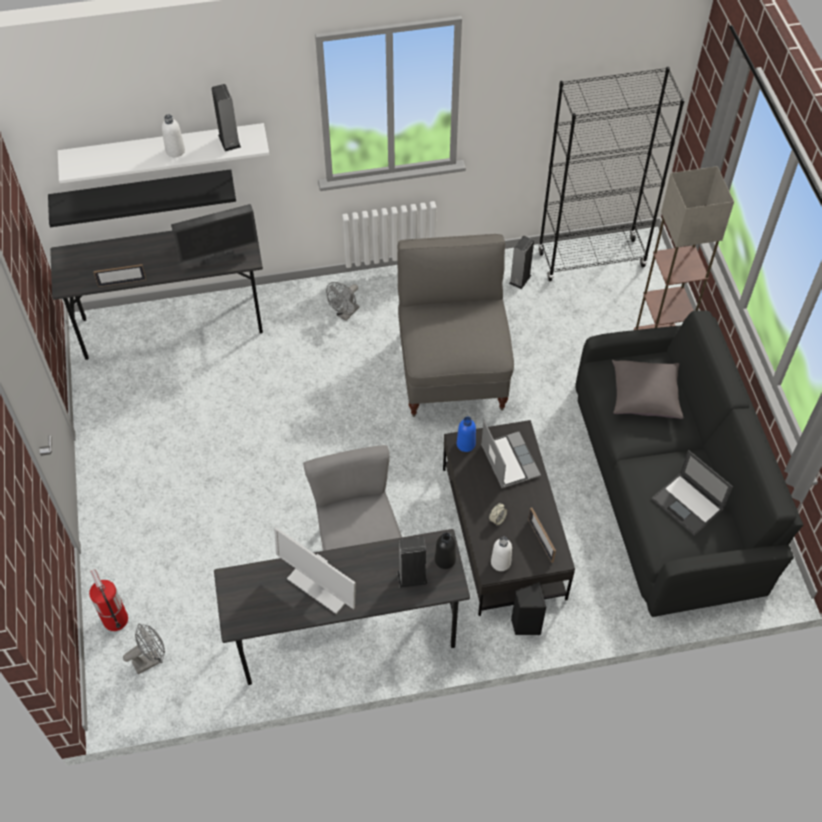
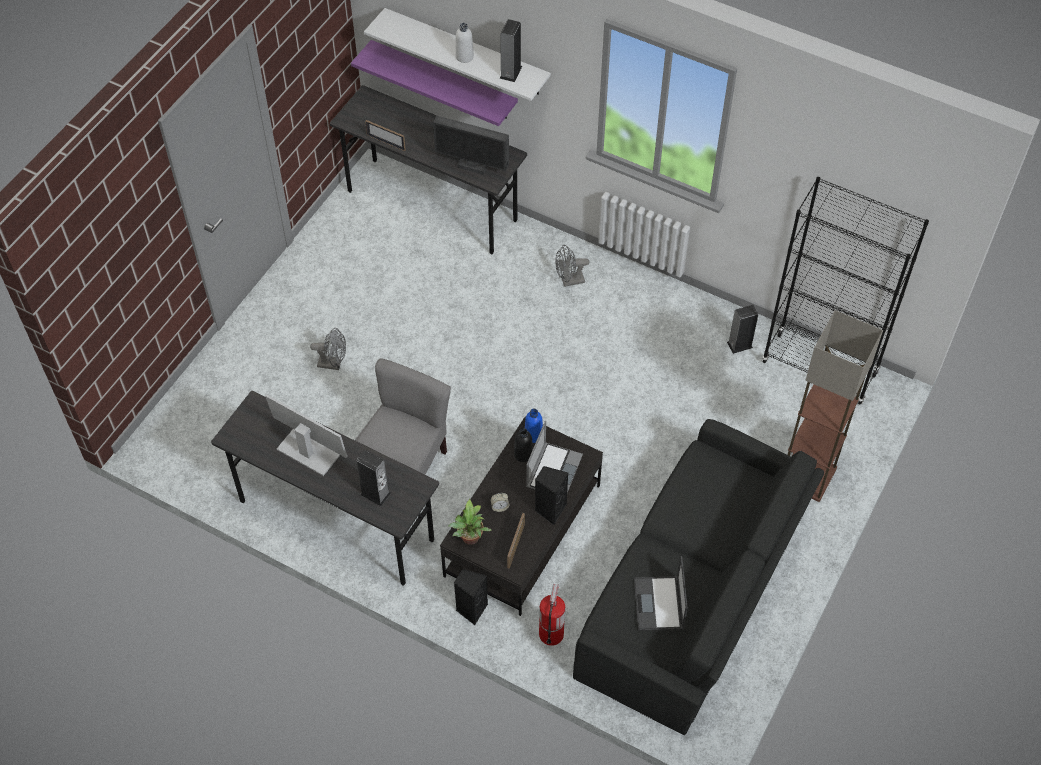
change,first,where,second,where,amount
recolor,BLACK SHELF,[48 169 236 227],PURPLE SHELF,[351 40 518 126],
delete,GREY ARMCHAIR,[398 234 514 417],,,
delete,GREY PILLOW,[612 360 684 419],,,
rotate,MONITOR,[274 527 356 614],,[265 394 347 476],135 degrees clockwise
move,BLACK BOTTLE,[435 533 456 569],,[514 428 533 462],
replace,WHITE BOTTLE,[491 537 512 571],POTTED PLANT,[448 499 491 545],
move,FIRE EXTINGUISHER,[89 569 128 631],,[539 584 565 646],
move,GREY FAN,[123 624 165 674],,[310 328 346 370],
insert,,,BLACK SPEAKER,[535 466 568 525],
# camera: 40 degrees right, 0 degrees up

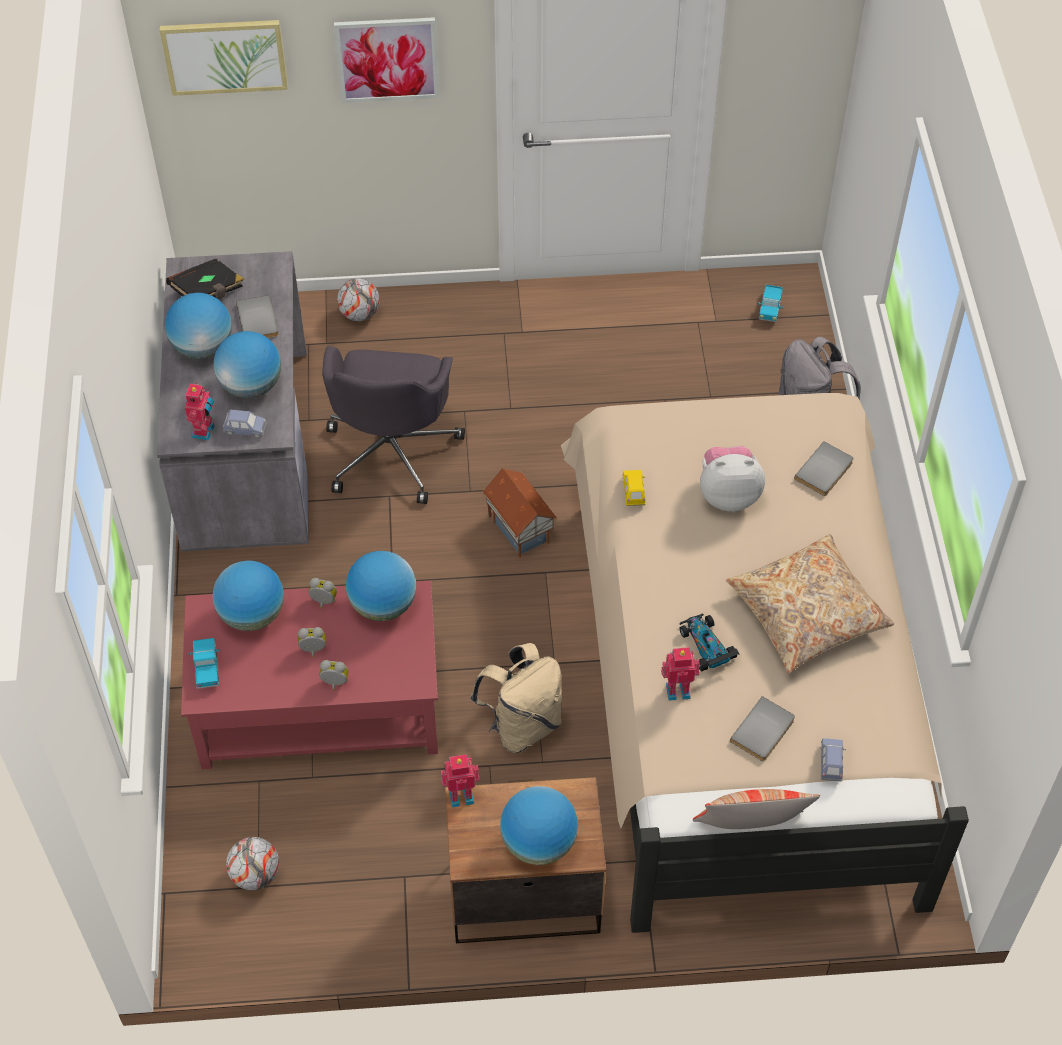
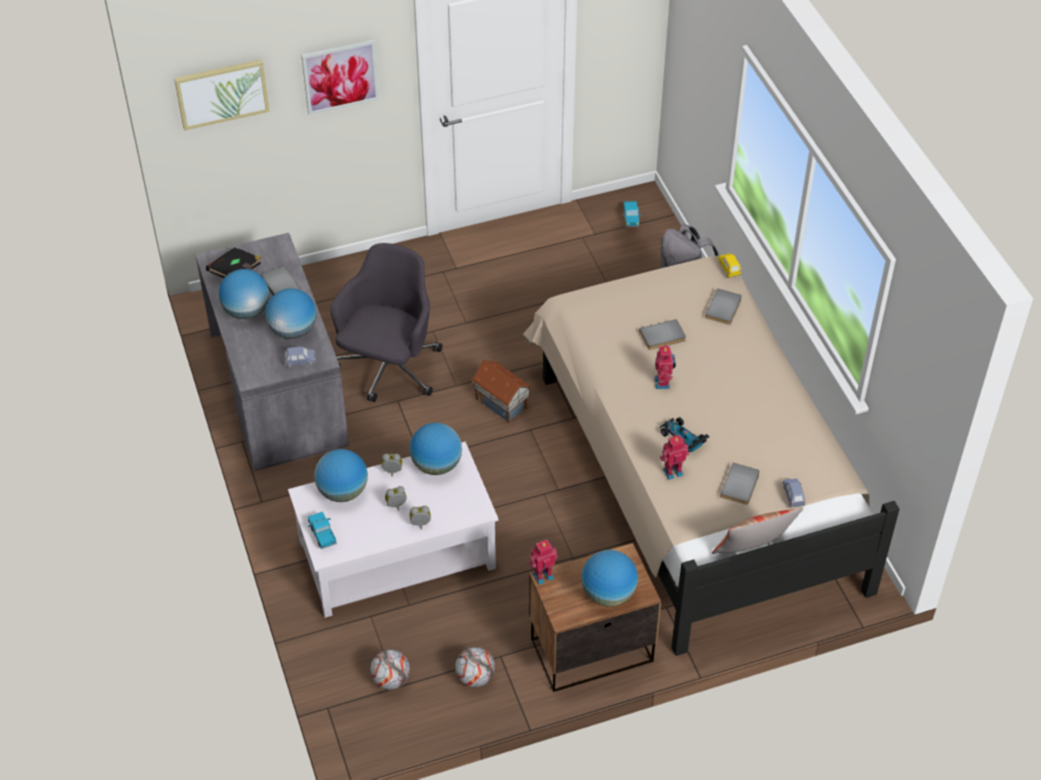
change,first,where,second,where,amount
move,FOOTBALL,[337 278 380 321],,[455 647 495 687],
rotate,GREY OFFICE CHAIR,[322 346 465 504],,[330 243 442 402],150 degrees counterclockwise
move,TOY ROBOT,[185 382 215 441],,[655 344 676 389],
replace,PLUSH TOY,[700 446 765 512],GREY BOOK,[639 319 686 350],
move,YELLOW TOY CAR,[622 470 645 506],,[718 253 741 278],
delete,BEIGE PILLOW,[726 534 894 674],,,
recolor,RED COFFEE TABLE,[181 580 438 769],WHITE COFFEE TABLE,[288 442 499 618],
delete,BEIGE BACKPACK,[470 643 562 753],,,
# camera: 15 degrees left, 5 degrees down

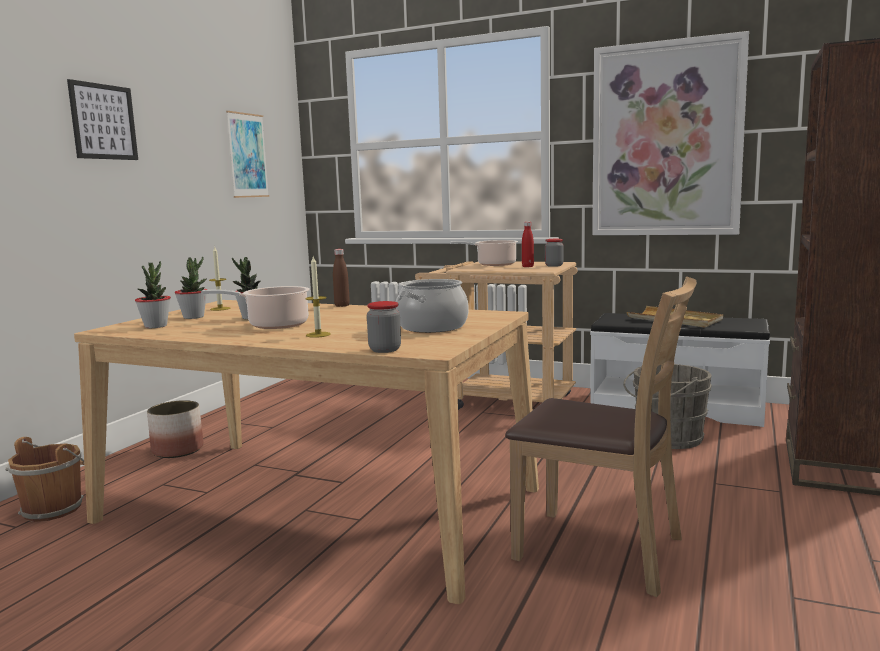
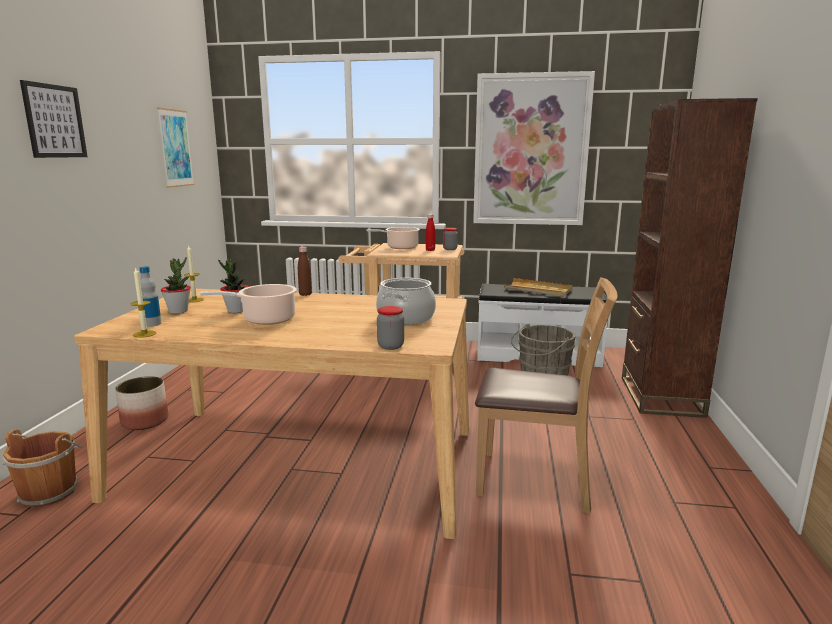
change,first,where,second,where,amount
move,CANDLE,[305 257 331 338],,[130 267 156 338],
replace,POTTED PLANT,[135 261 171 328],BOTTLE,[139 266 162 327],
# camera: 15 degrees left, 5 degrees up

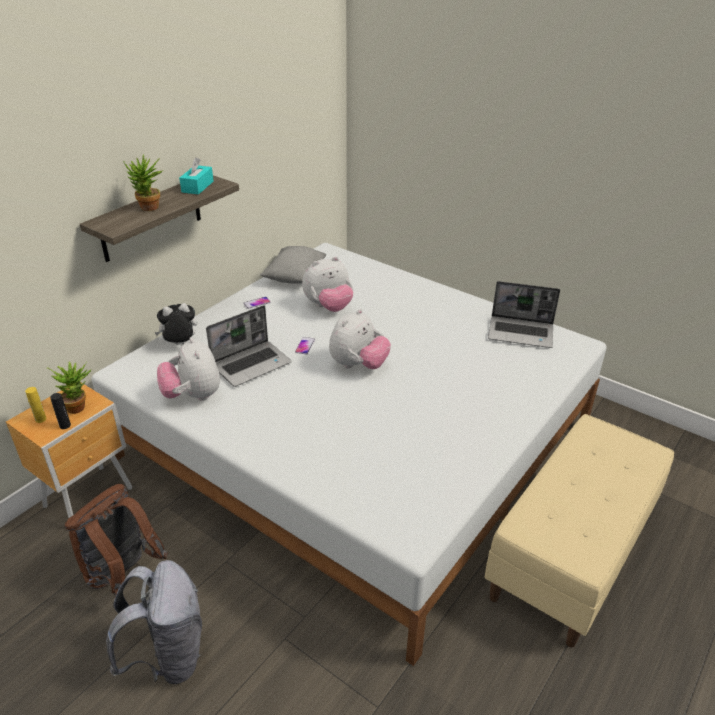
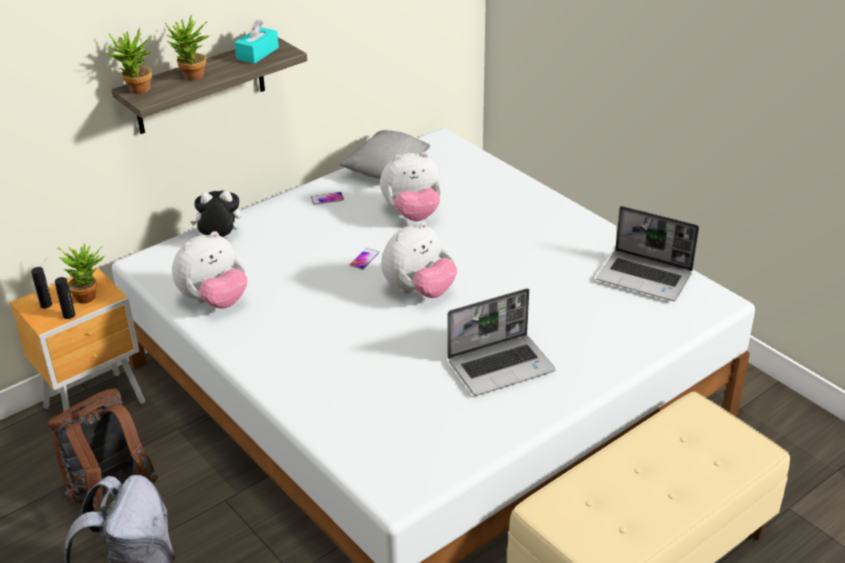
change,first,where,second,where,amount
move,LAPTOP,[206 305 292 387],,[448 288 556 396],
rotate,PLUSH TOY,[157 337 220 401],,[172 231 247 308],120 degrees counterclockwise
recolor,YELLOW BOTTLE,[25 387 47 423],BLACK BOTTLE,[31 267 52 308],
insert,,,POTTED PLANT,[106 28 152 94],
# camera: 15 degrees right, 0 degrees up

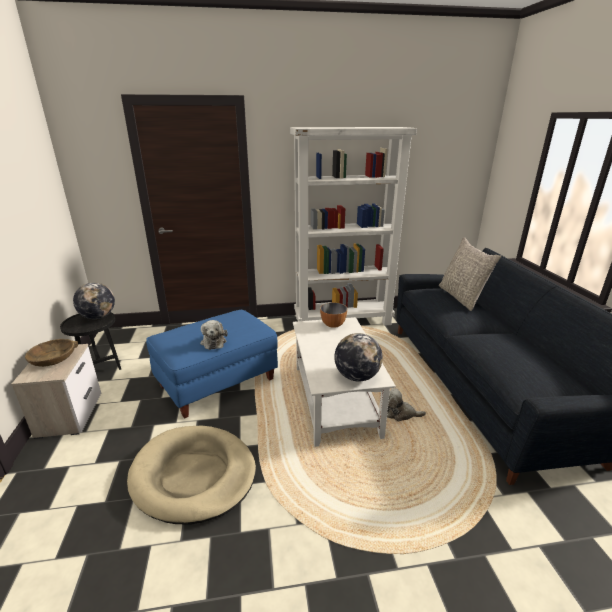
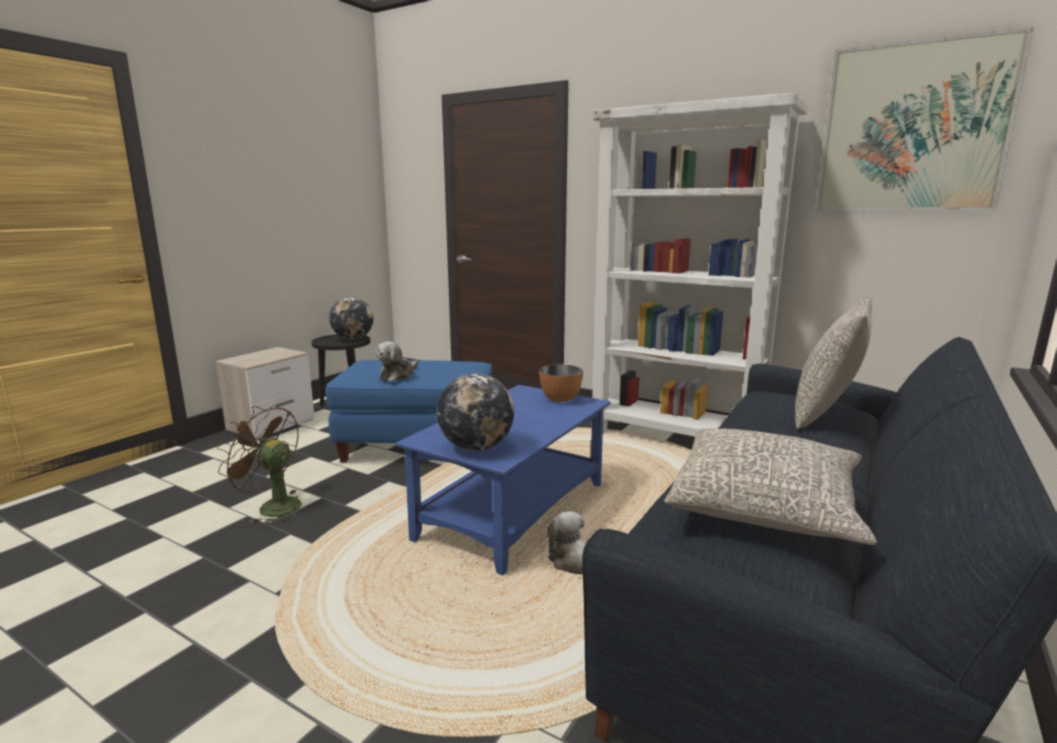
change,first,where,second,where,amount
recolor,WHITE COFFEE TABLE,[293 317 396 447],BLUE COFFEE TABLE,[395 385 610 575],
delete,BROWN BOWL,[25 339 78 367],,,
replace,BEIGE DOG BED,[127 426 256 524],BROWN FAN,[217 405 302 525],
insert,,,PICTURE,[815 27 1034 211],
insert,,,GREY PILLOW,[664 428 877 545],
# camera: 40 degrees right, 10 degrees down

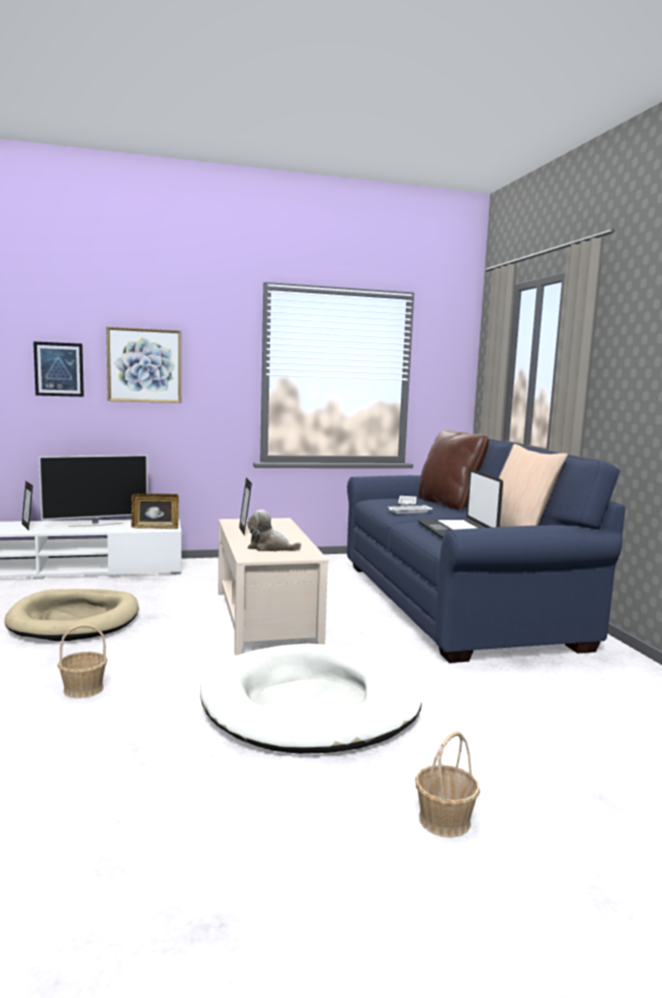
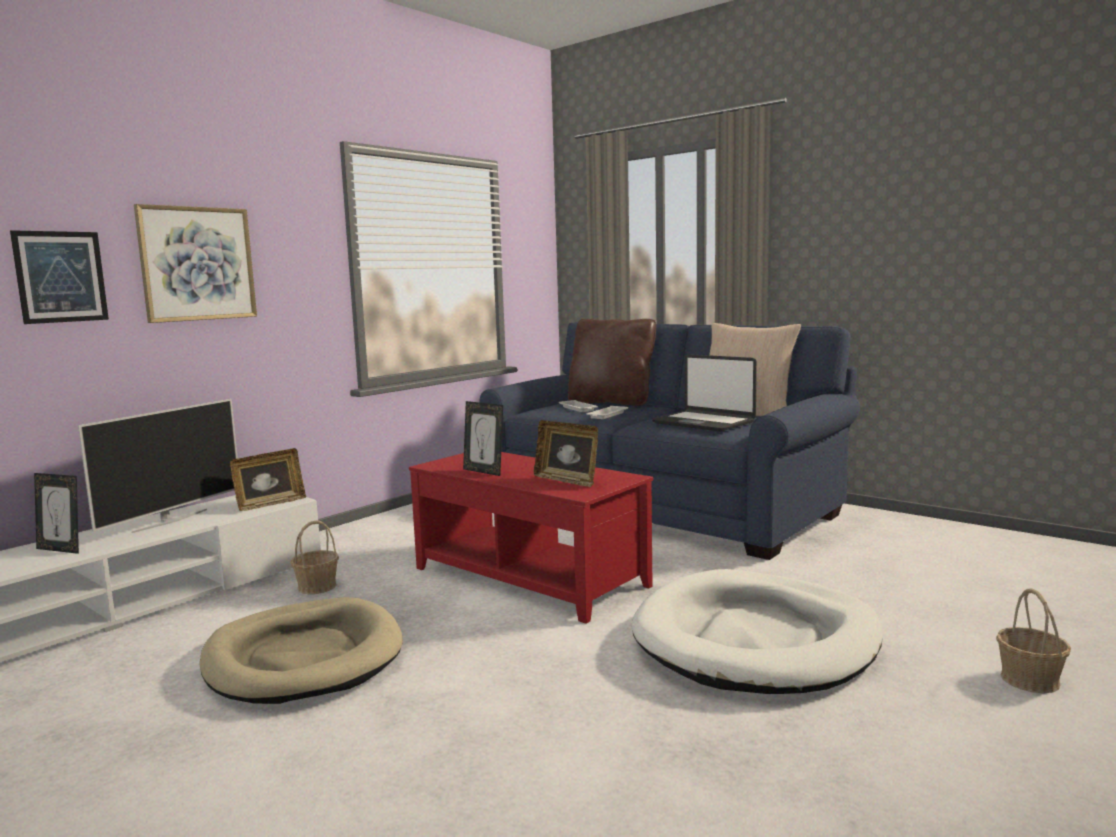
change,first,where,second,where,amount
replace,PLUSH TOY,[247 510 301 551],PICTURE FRAME,[534 420 598 487],
recolor,BEIGE COFFEE TABLE,[218 518 328 656],RED COFFEE TABLE,[409 452 653 624],
move,BASKET,[58 624 108 698],,[290 520 339 594],
# camera: 35 degrees left, 0 degrees up

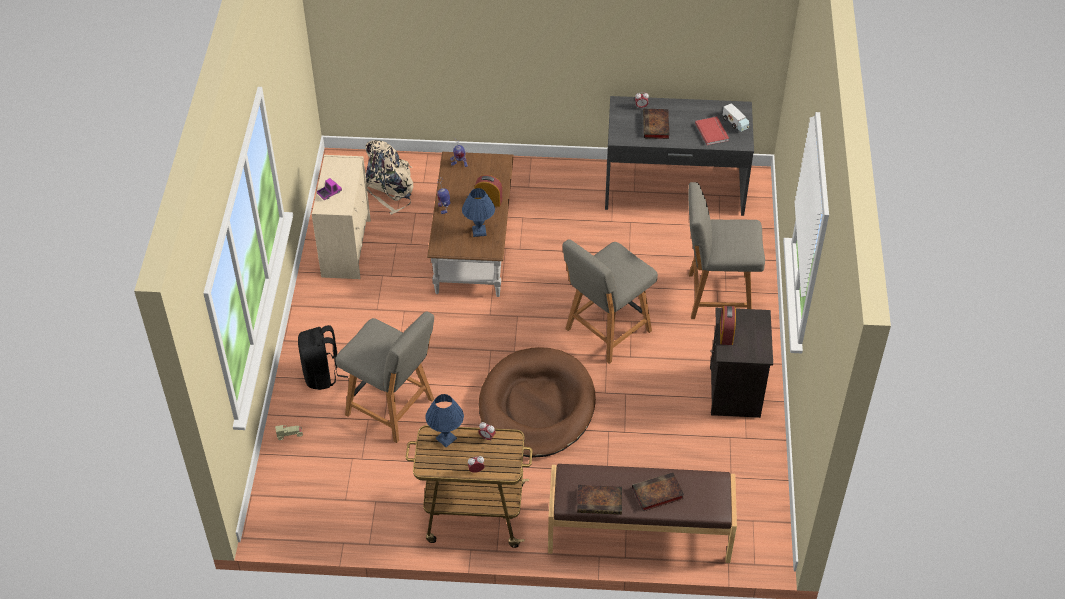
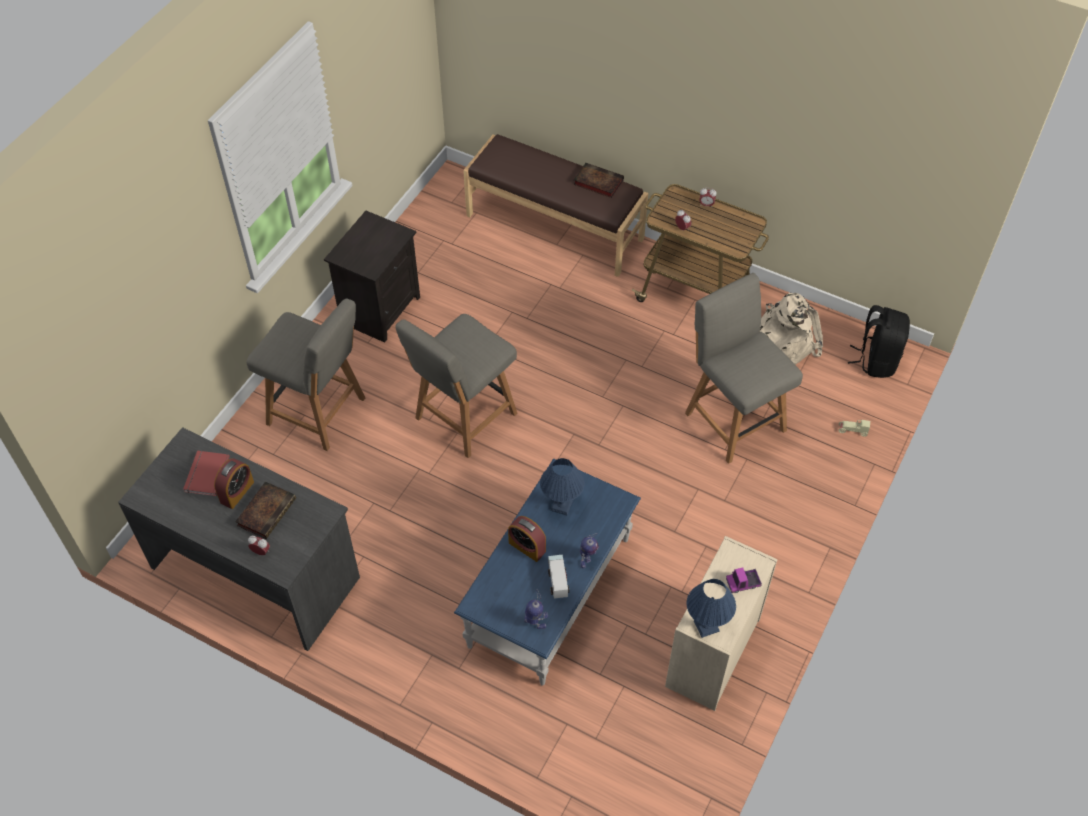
change,first,where,second,where,amount
move,TOY TRUCK,[723 103 749 132],,[548 555 569 599],
move,BEIGE BACKPACK,[365 140 413 215],,[760 292 823 365],
recolor,BROWN COFFEE TABLE,[427 152 514 297],BLUE COFFEE TABLE,[454 458 641 686],
rotate,GREY CHAIR,[562 239 658 364],,[395 314 517 458],150 degrees clockwise
move,ALARM CLOCK,[720 306 736 345],,[214 458 254 509],
move,BLACK BACKPACK,[298 325 348 390],,[848 305 910 378],
delete,BROWN DOG BED,[479 347 596 458],,,
move,BLUE TABLE LAMP,[426 394 464 447],,[687 579 736 638],
delete,BOOK,[632 472 684 511],,,
# camera: 155 degrees left, 5 degrees up

